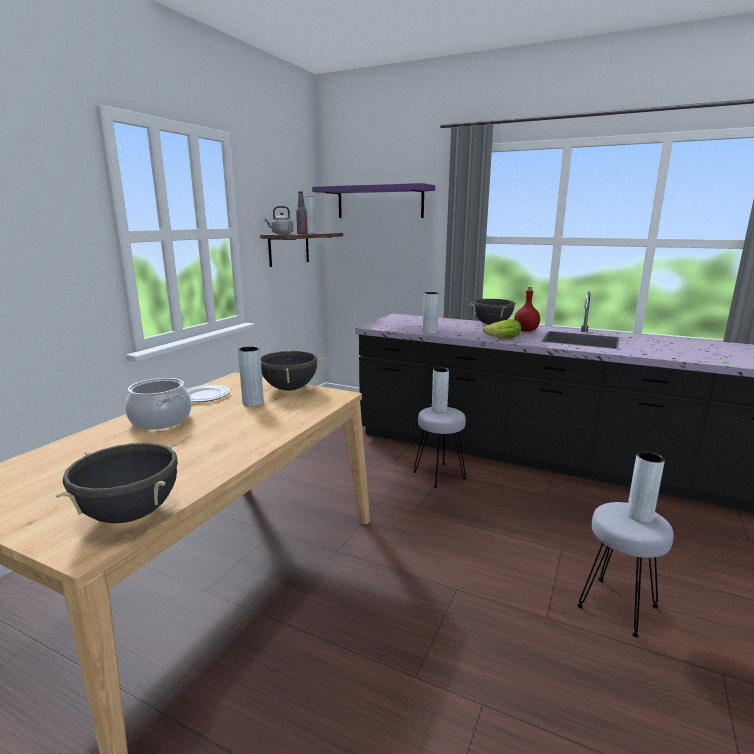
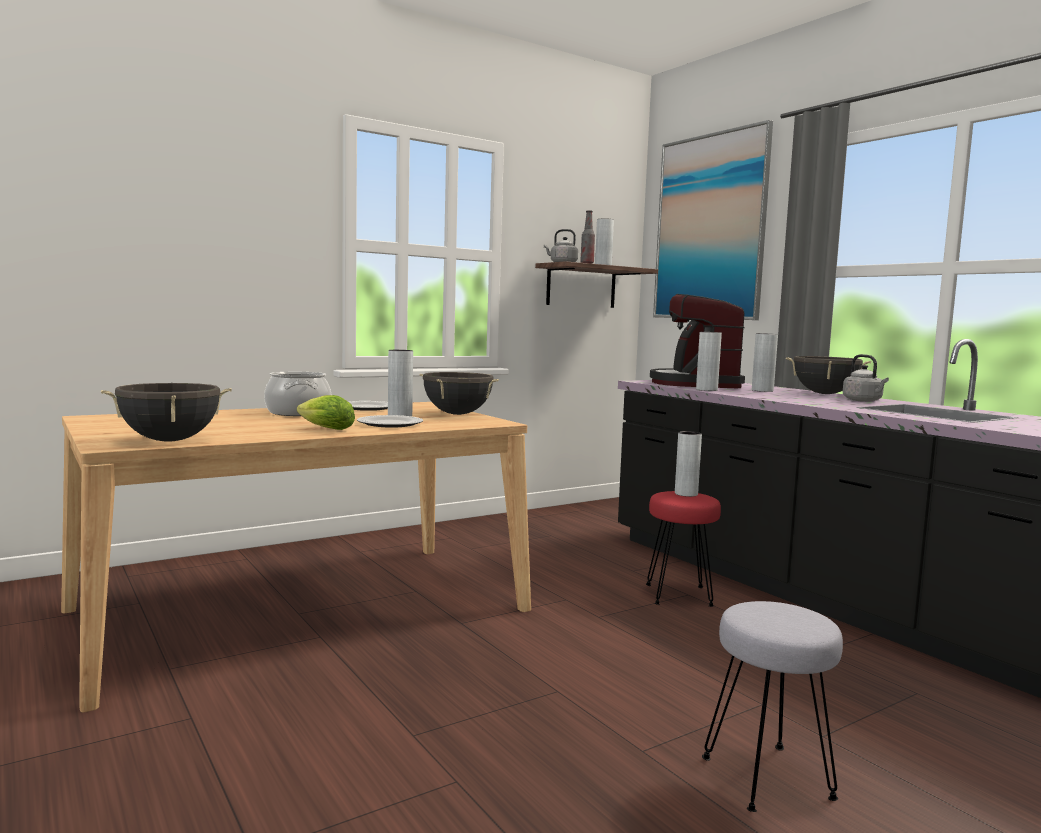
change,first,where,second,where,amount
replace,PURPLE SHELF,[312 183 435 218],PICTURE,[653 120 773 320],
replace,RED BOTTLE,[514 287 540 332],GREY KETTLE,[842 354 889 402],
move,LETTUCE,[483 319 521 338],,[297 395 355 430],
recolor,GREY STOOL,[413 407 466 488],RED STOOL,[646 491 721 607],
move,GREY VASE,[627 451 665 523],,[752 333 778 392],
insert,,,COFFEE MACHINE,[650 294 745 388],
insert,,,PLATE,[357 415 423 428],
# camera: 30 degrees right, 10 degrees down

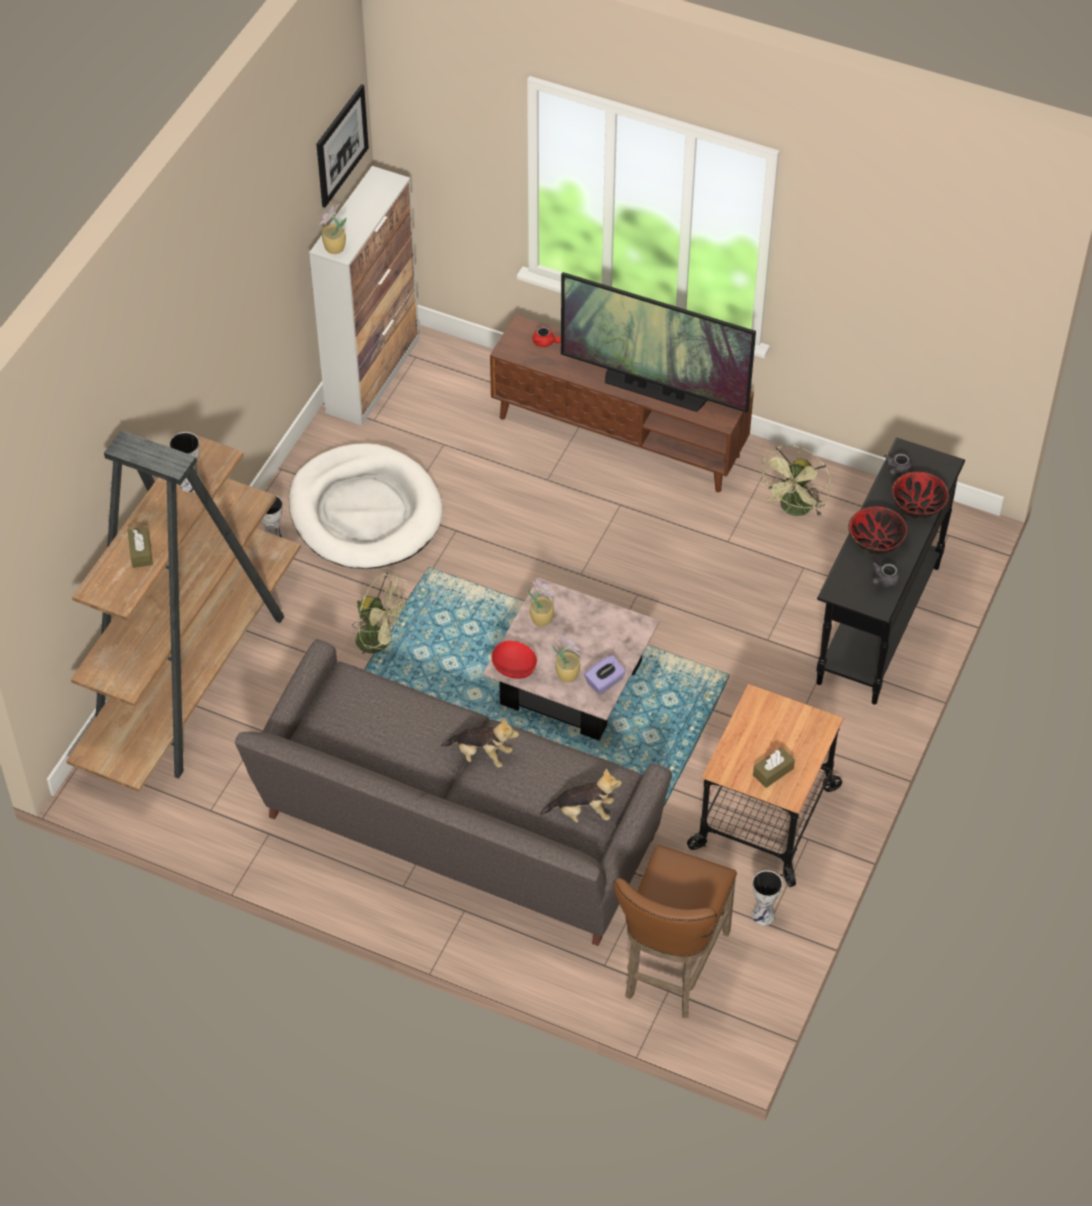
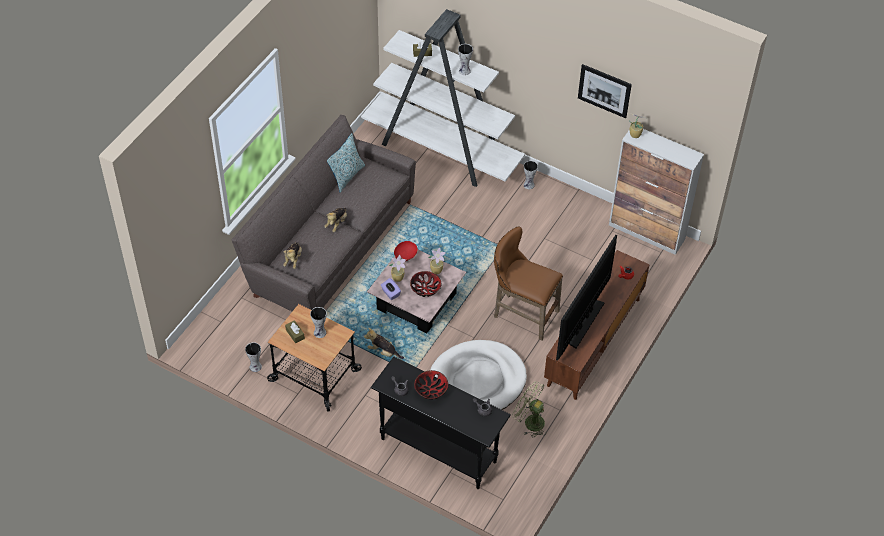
change,first,where,second,where,amount
move,PICTURE,[316 84 369 207],,[578 64 632 118],
recolor,BROWN BOOKCASE,[66 430 301 792],WHITE BOOKCASE,[361 9 525 187],
move,WHITE DOG BED,[289 443 443 569],,[430 340 527 410],
move,BOWL,[892 471 949 518],,[410 271 441 297],
delete,GREEN FAN,[352 572 411 654],,,
move,BROWN STOOL,[613 845 737 1018],,[494 226 563 341],
insert,,,PILLOW,[327 133 365 193],
insert,,,VASE,[310 307 327 338],
insert,,,PLUSH TOY,[364 328 404 359],
# camera: 95 degrees right, 0 degrees up

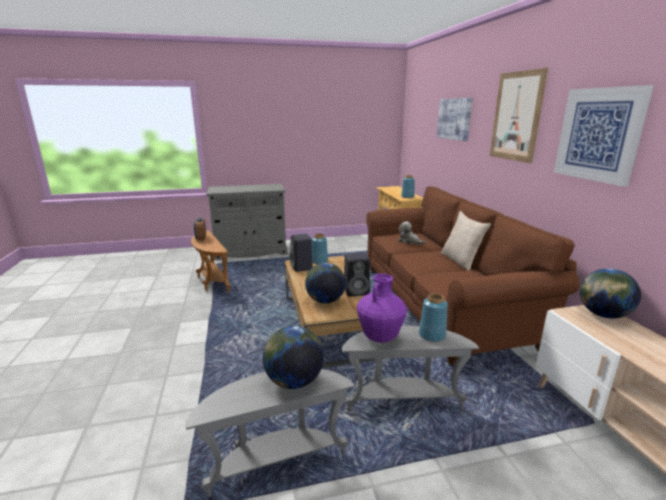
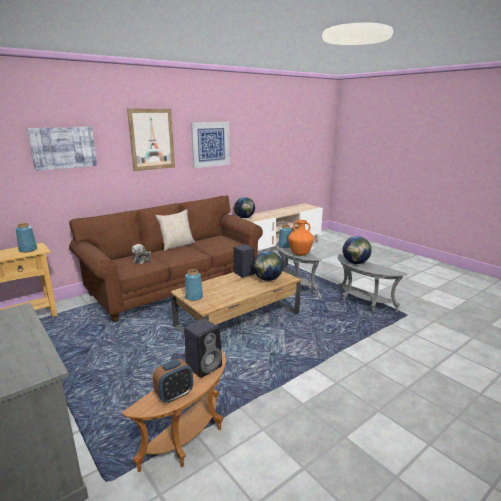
change,first,where,second,where,amount
move,BLACK SPEAKER,[290 234 313 272],,[184 319 222 378],
recolor,PURPLE VASE,[357 274 407 343],ORANGE VASE,[288 220 314 256],
# camera: 115 degrees left, 0 degrees up

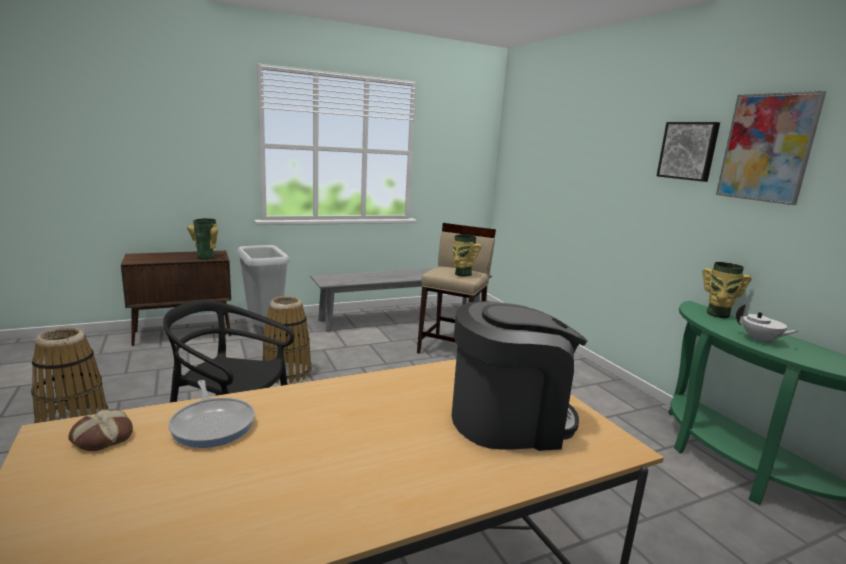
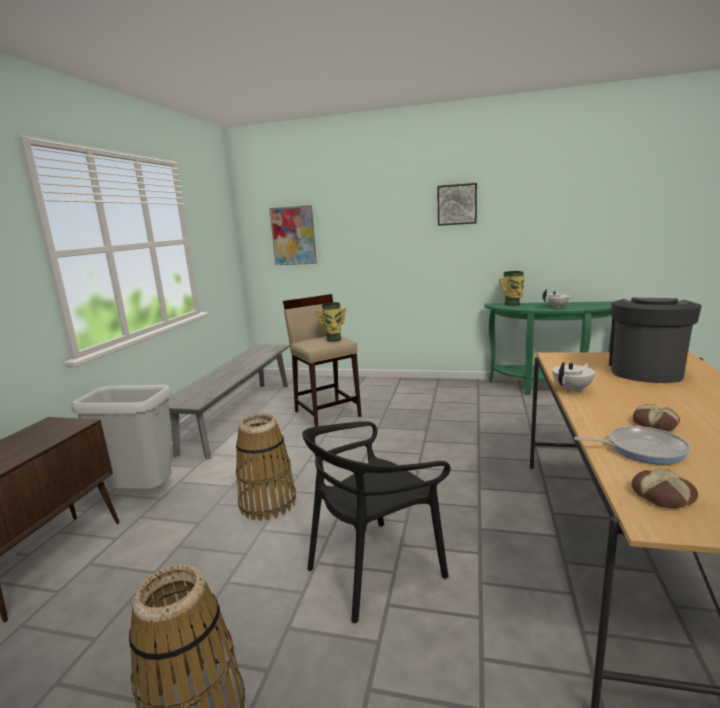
change,first,where,second,where,amount
move,PICTURE,[716 91 826 205],,[269 205 317 265],
delete,VASE,[187 218 218 260],,,
insert,,,WHITE TEAPOT,[552 362 595 393],
insert,,,BREAD,[633 404 680 431],
# camera: 50 degrees left, 0 degrees up

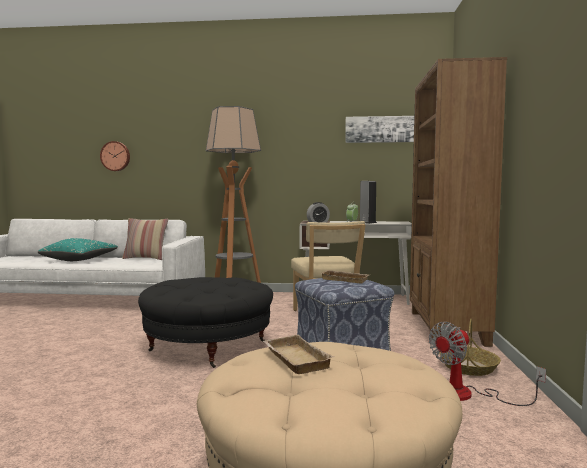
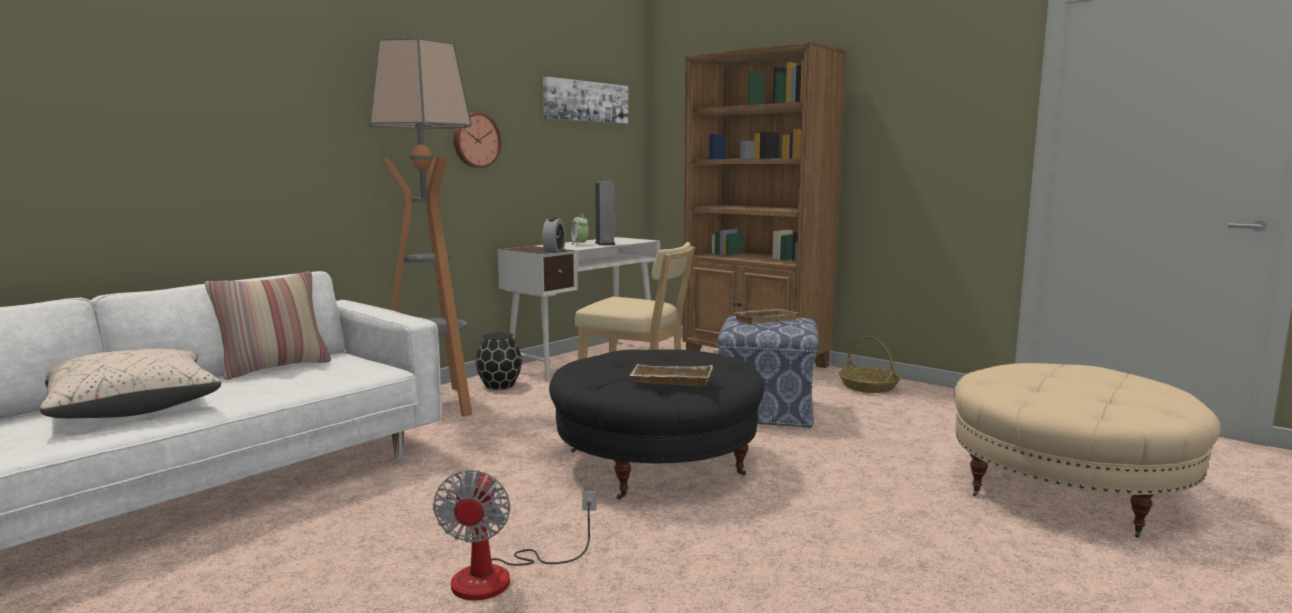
change,first,where,second,where,amount
move,WALL CLOCK,[100 141 130 171],,[453 113 501 168],
recolor,TURQUOISE PILLOW,[38 238 118 261],BEIGE PILLOW,[40 349 221 418],
move,FAN,[429 322 546 406],,[433 470 596 600],
move,BEIGE TRAY,[263 335 334 374],,[629 364 713 386],
insert,,,BLACK VASE,[476 332 522 390],
# camera: 55 degrees left, 5 degrees up

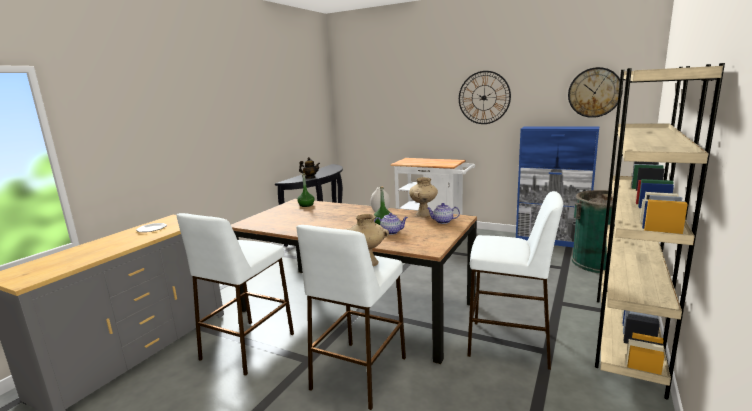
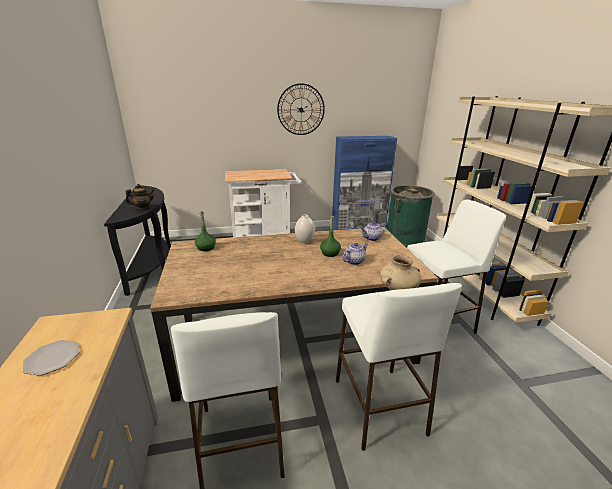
change,first,where,second,where,amount
delete,WALL CLOCK,[568 67 623 118],,,
delete,BEIGE VASE,[409 177 438 217],,,
# camera: 40 degrees left, 10 degrees up

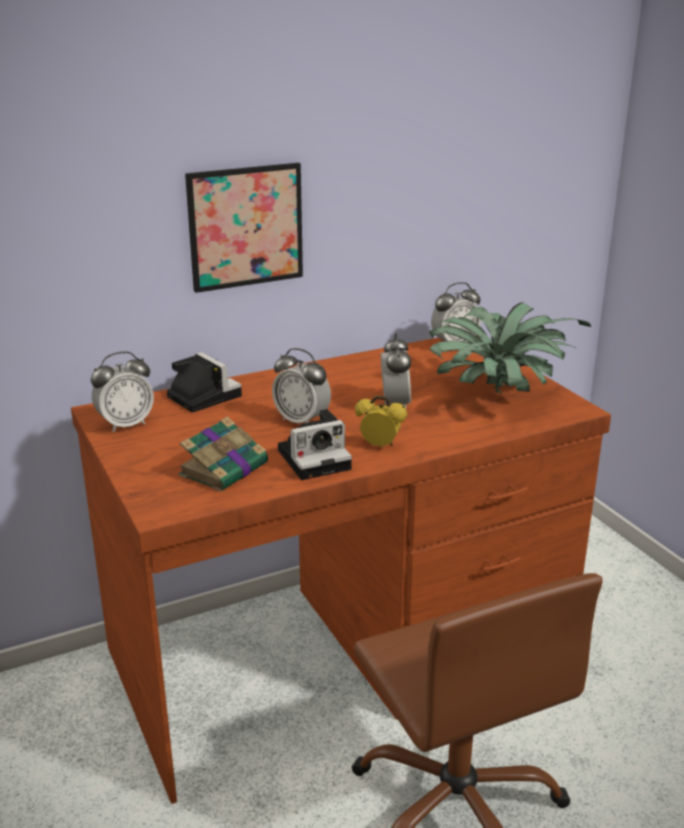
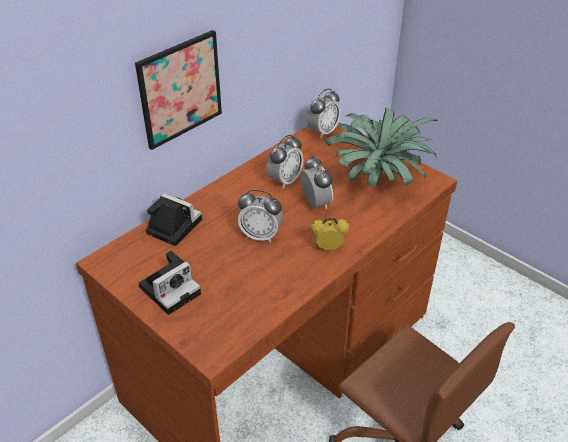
change,first,where,second,where,amount
move,ALARM CLOCK,[91 352 154 432],,[267 135 304 189],
move,PHOTO CAMERA,[278 409 352 480],,[139 251 201 315],
delete,BOOK,[178 417 268 492],,,
# camera: 20 degrees left, 15 degrees up

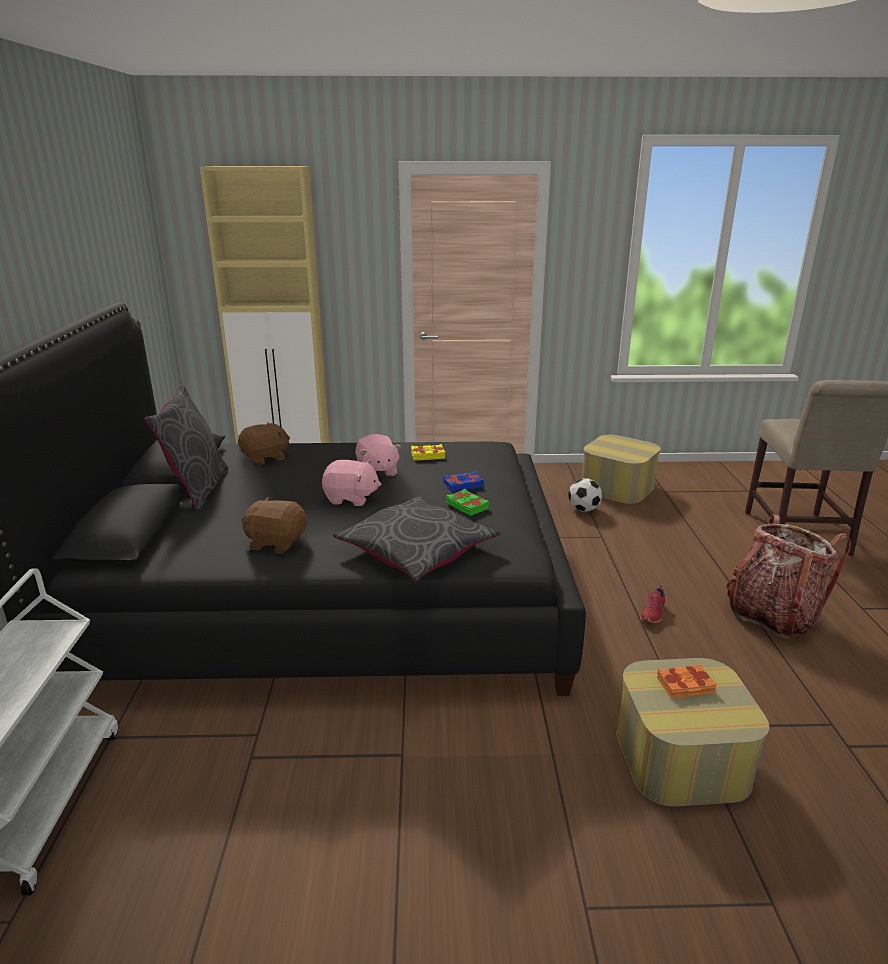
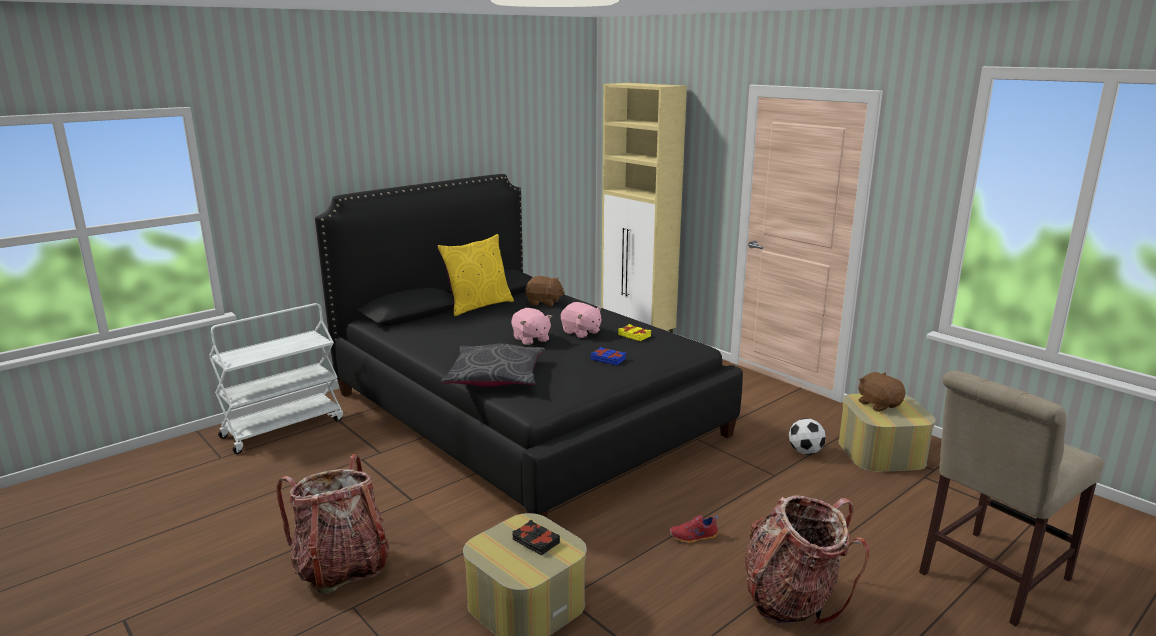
change,first,where,second,where,amount
recolor,GREY PILLOW,[144 384 228 512],YELLOW PILLOW,[437 234 514 316],
rotate,PINK PLUSH TOY,[355 434 401 477],,[561 302 602 338],75 degrees counterclockwise
delete,GREEN BOOK,[446 489 489 516],,,
move,BROWN PLUSH TOY,[242 497 307 554],,[858 372 906 412],
recolor,ORANGE BOOK,[657 664 717 698],BLACK BOOK,[512 520 560 556],
insert,,,BACKPACK,[277 454 390 594],
# camera: 50 degrees right, 5 degrees down

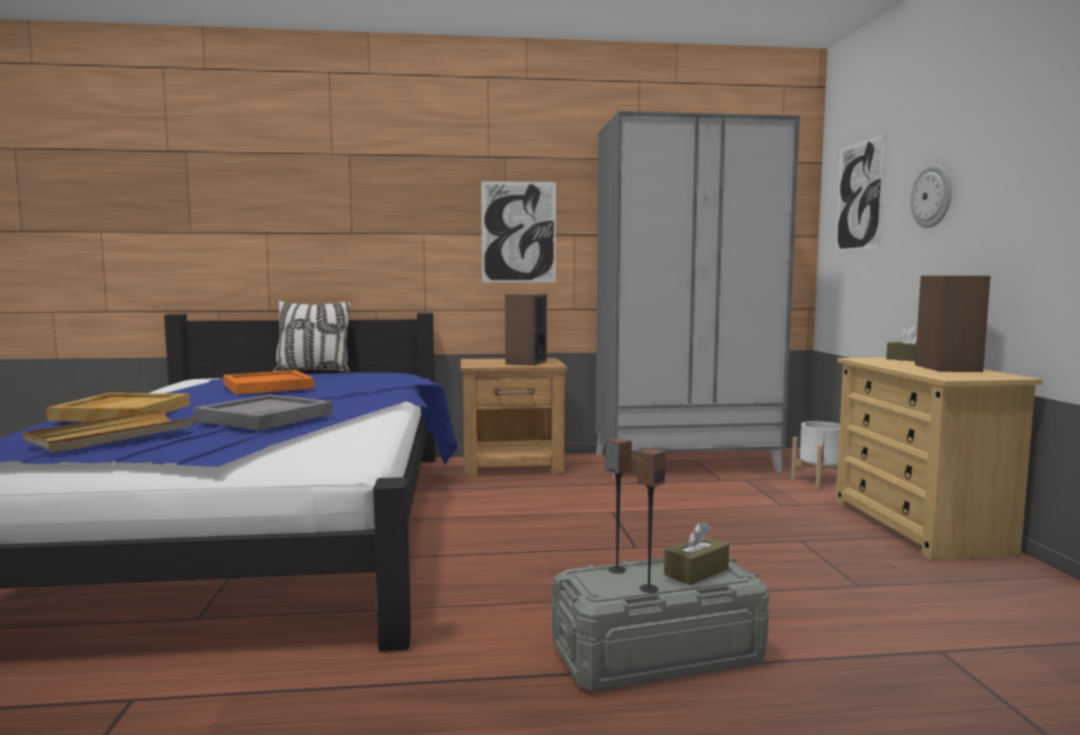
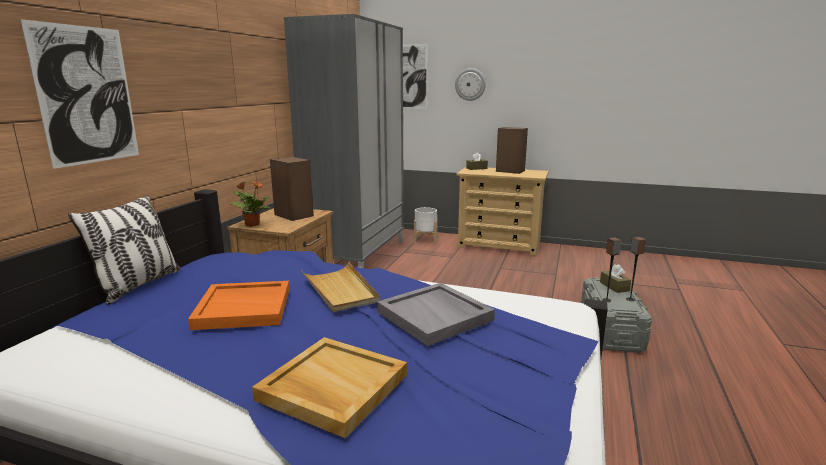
change,first,where,second,where,amount
move,PICTURE,[481 181 556 282],,[20 19 139 169],
move,BEIGE TRAY,[23 409 197 453],,[301 262 380 312],
insert,,,POTTED PLANT,[230 181 271 227],
# camera: 65 degrees left, 10 degrees up

